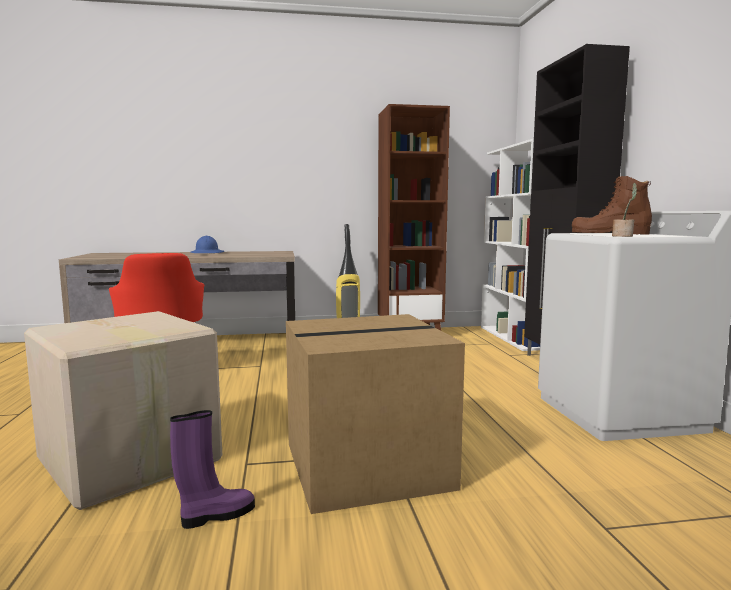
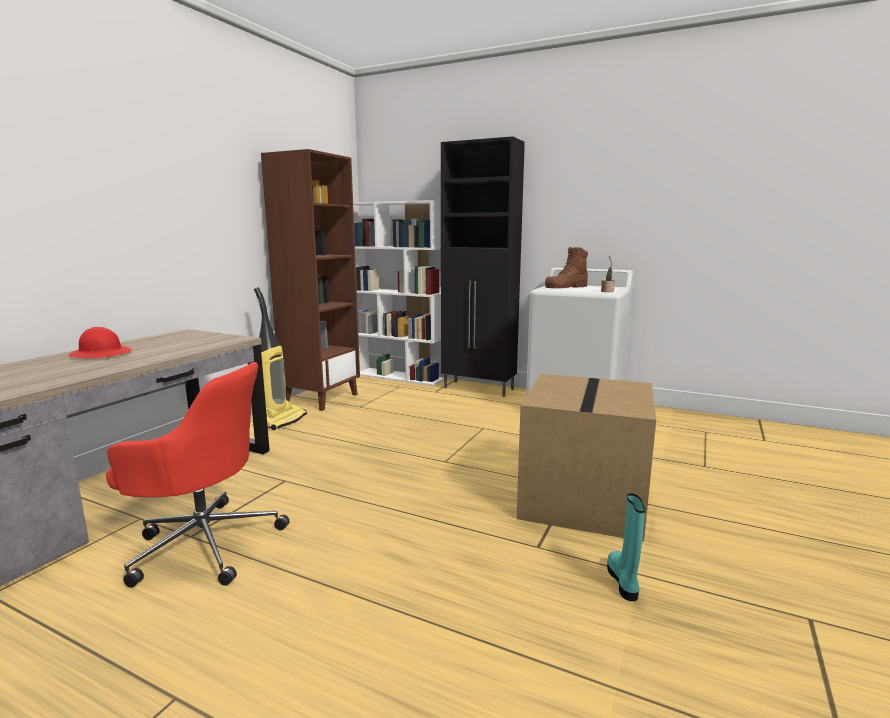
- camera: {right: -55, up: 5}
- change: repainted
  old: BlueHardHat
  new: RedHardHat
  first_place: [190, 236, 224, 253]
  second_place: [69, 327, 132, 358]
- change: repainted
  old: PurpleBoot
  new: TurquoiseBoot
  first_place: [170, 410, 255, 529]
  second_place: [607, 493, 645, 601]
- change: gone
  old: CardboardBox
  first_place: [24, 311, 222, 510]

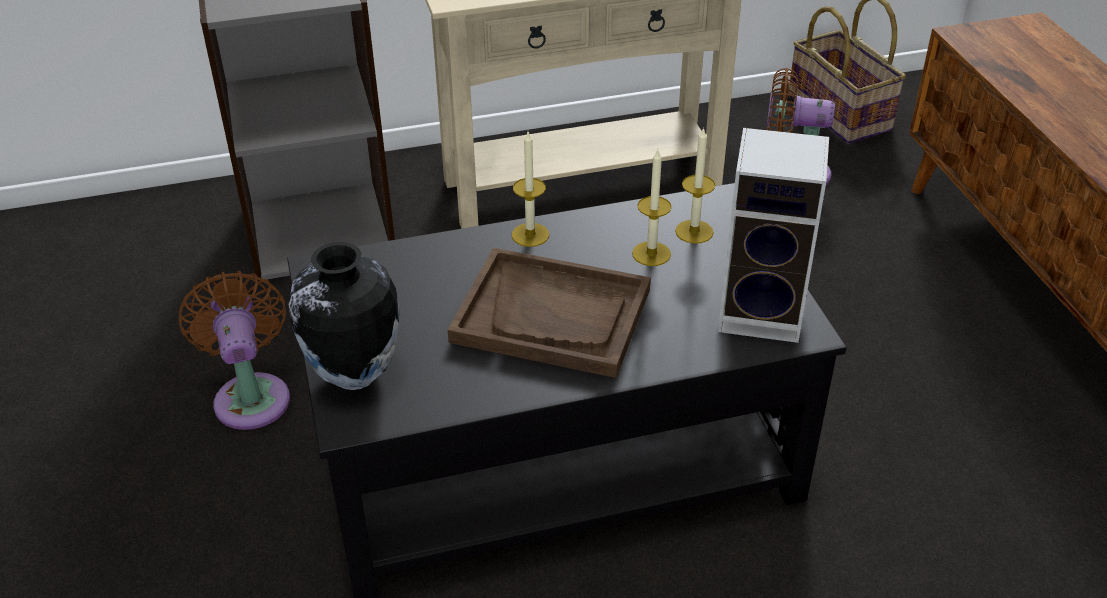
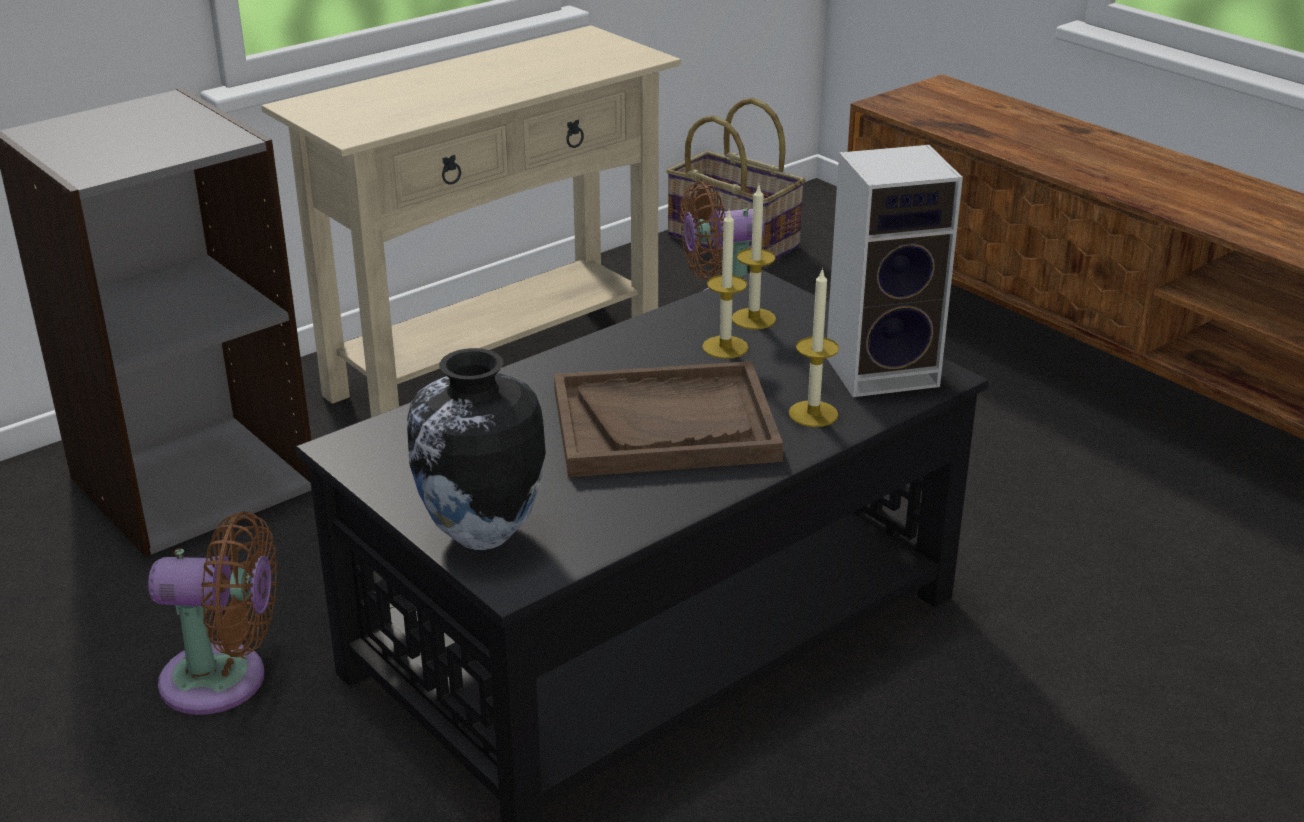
- camera: {right: -25, up: -10}
- change: rotated
  old: BrownFan
  first_place: [179, 271, 290, 430]
  second_place: [148, 512, 277, 715]
  degrees: 135
- change: shifted
  old: Candle
  first_place: [512, 132, 549, 247]
  second_place: [788, 268, 839, 427]

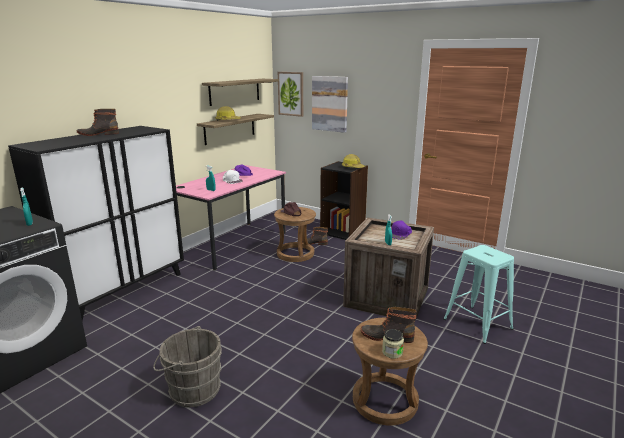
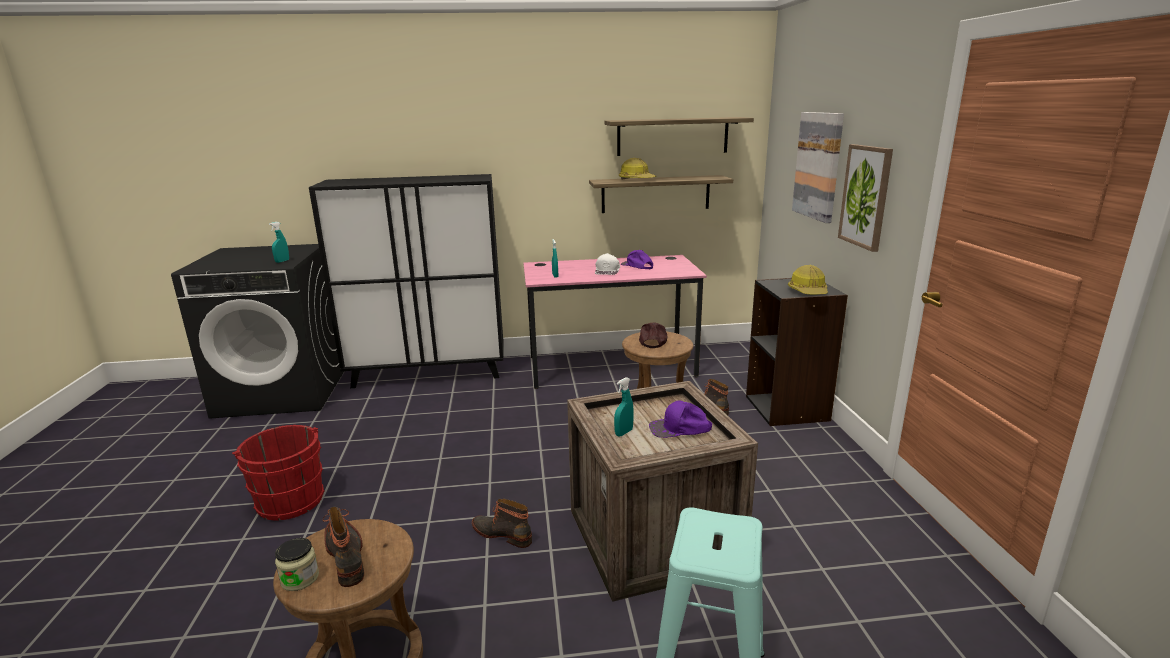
- camera: {right: 50, up: 0}
- change: repainted
  old: GreyBucket
  new: RedBucket
  first_place: [153, 326, 222, 407]
  second_place: [232, 425, 325, 521]
- change: shifted
  old: Boot
  first_place: [76, 109, 119, 136]
  second_place: [472, 498, 532, 548]
- change: shifted
  old: Picture
  first_place: [278, 72, 303, 117]
  second_place: [838, 144, 893, 252]

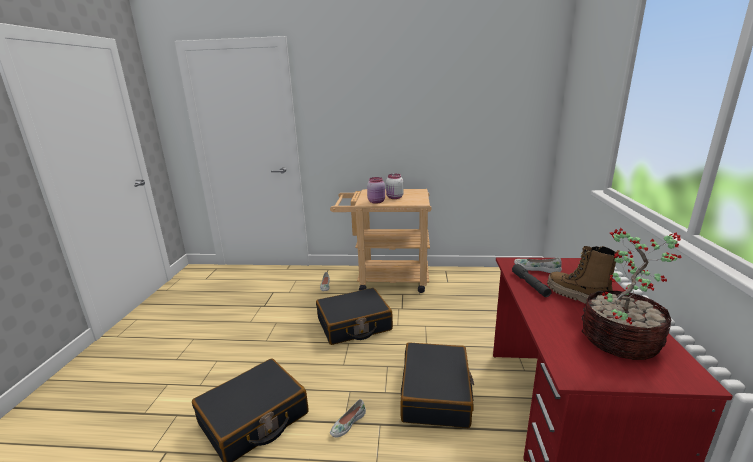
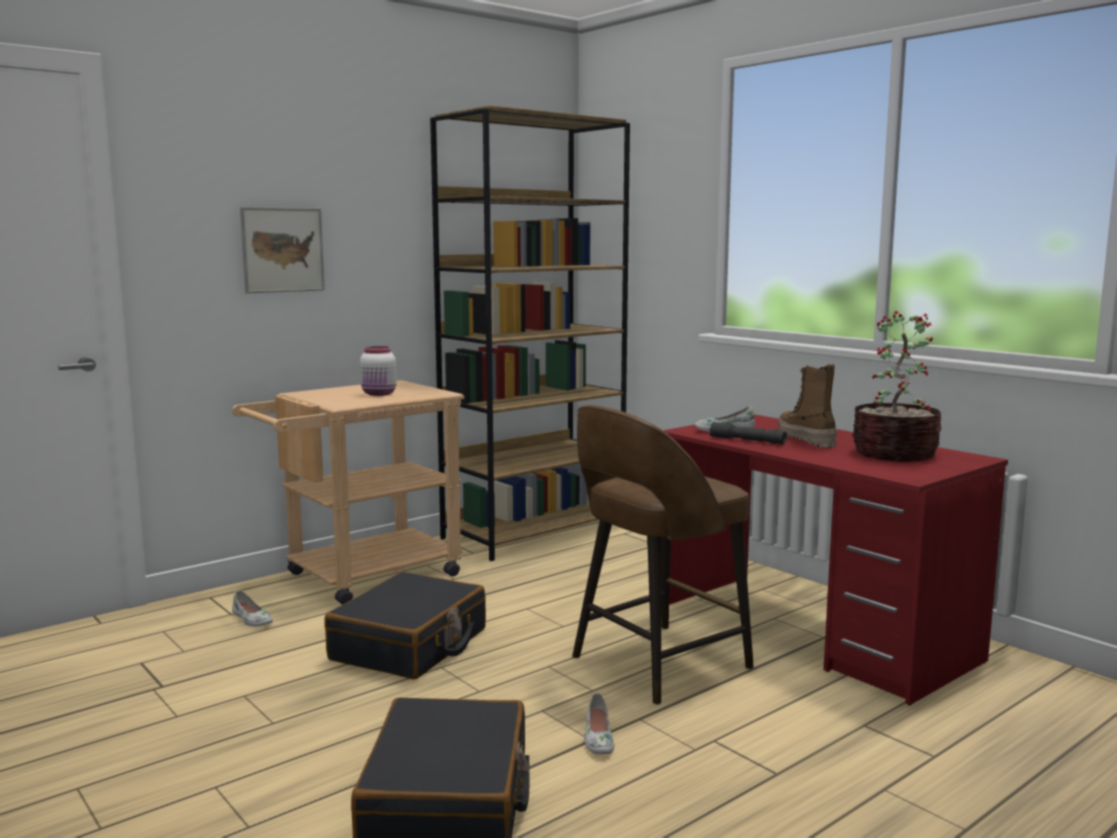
- camera: {right: -45, up: -10}
- change: new
  new: Picture
  second_place: [240, 207, 325, 293]
- change: new
  new: BrownBookcase
  second_place: [430, 105, 630, 561]
- change: swapped
  old: BlackSuitcase
  new: BrownStool
  first_place: [400, 342, 474, 428]
  second_place: [572, 405, 754, 705]
- change: rotated
  old: Boot
  first_place: [547, 246, 620, 304]
  second_place: [778, 364, 837, 448]
  degrees: 60
- change: gone
  old: PinkJar
  first_place: [367, 177, 385, 204]

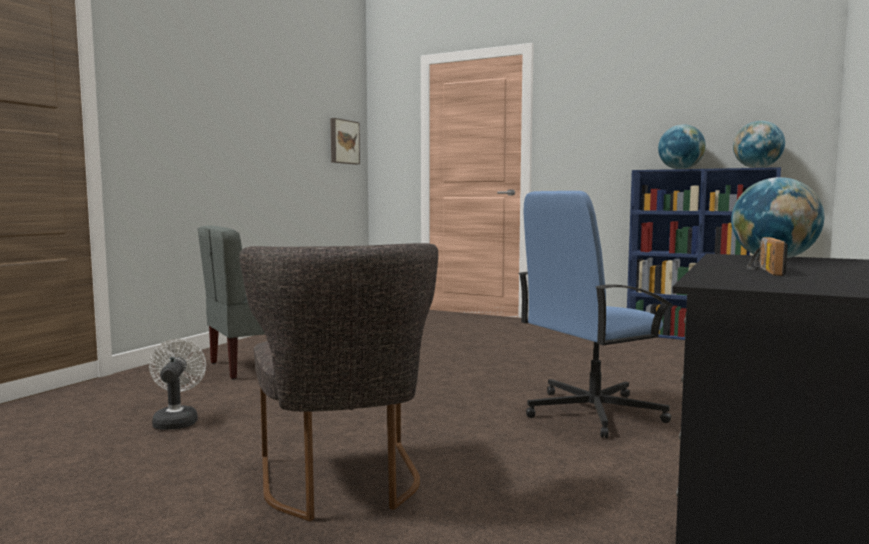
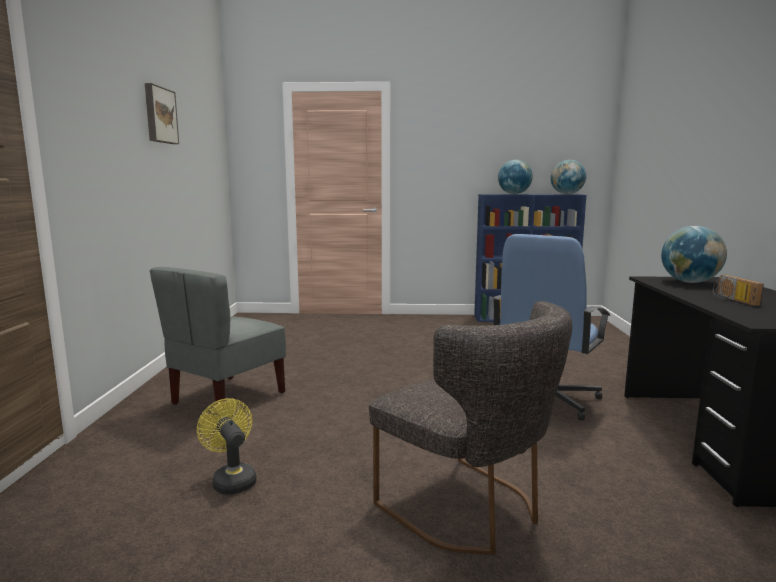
- camera: {right: -25, up: 5}
- change: shifted
  old: Picture
  first_place: [330, 118, 360, 164]
  second_place: [145, 83, 179, 144]
- change: repainted
  old: WhiteFan
  new: YellowFan
  first_place: [149, 339, 206, 430]
  second_place: [197, 398, 257, 494]

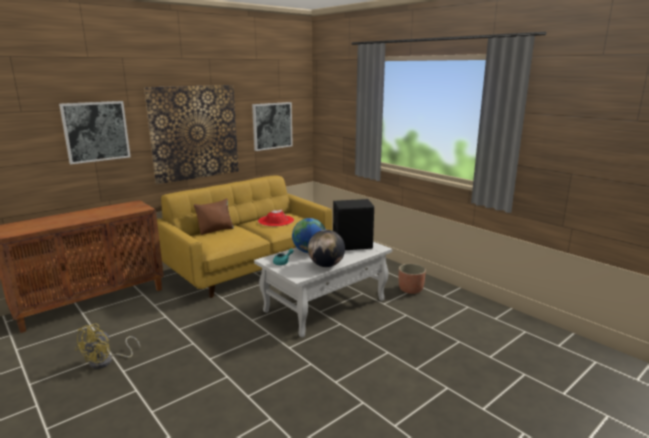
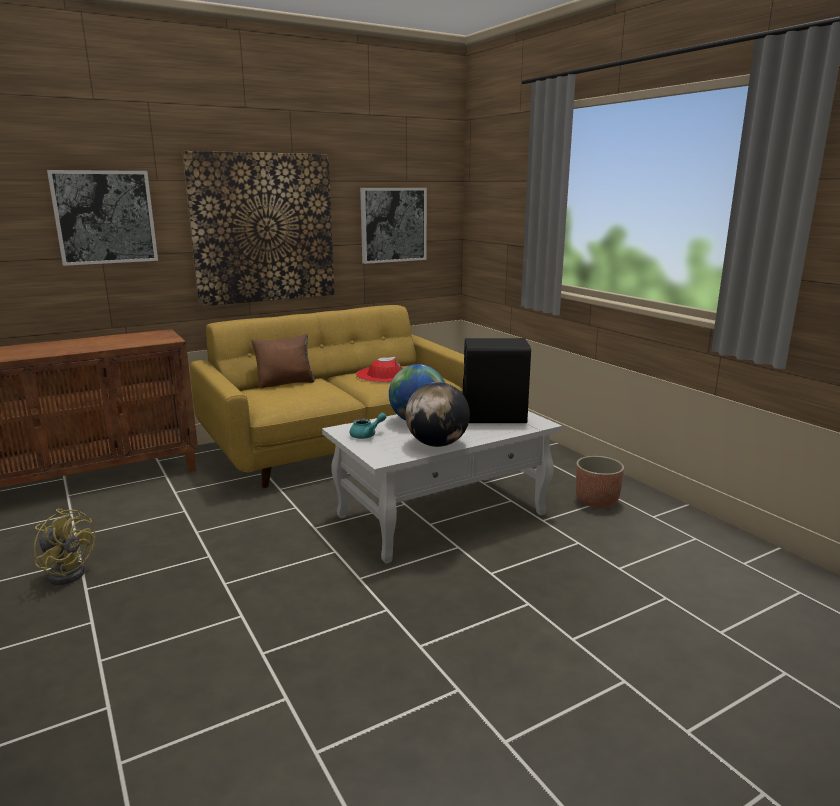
- camera: {right: 10, up: 0}
- change: rotated
  old: YellowFan
  first_place: [75, 323, 140, 369]
  second_place: [34, 509, 95, 585]
  degrees: -90

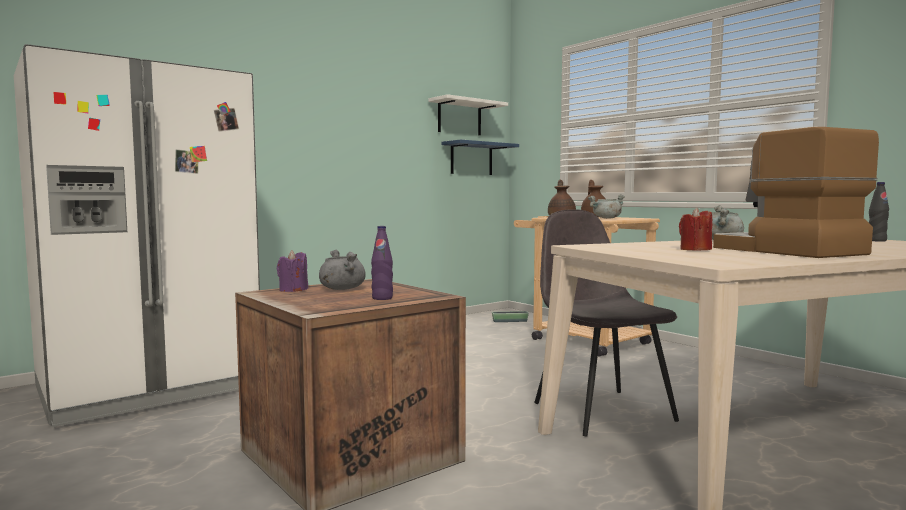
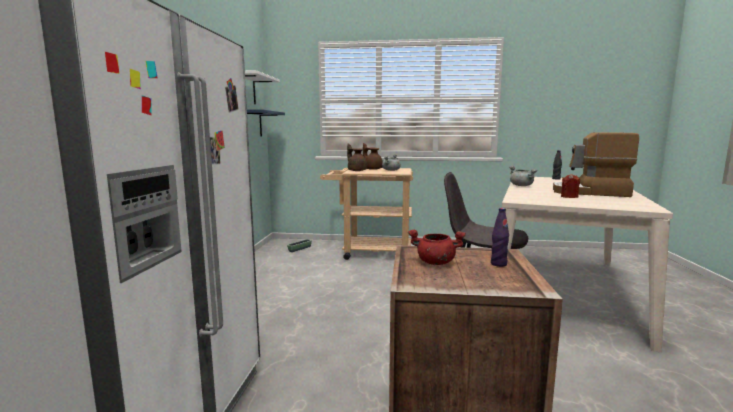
- camera: {right: -45, up: 5}
- change: repainted
  old: GreyCookingPot
  new: RedCookingPot
  first_place: [319, 250, 366, 290]
  second_place: [408, 229, 465, 265]
- change: gone
  old: PurpleCandle
  first_place: [277, 250, 308, 292]

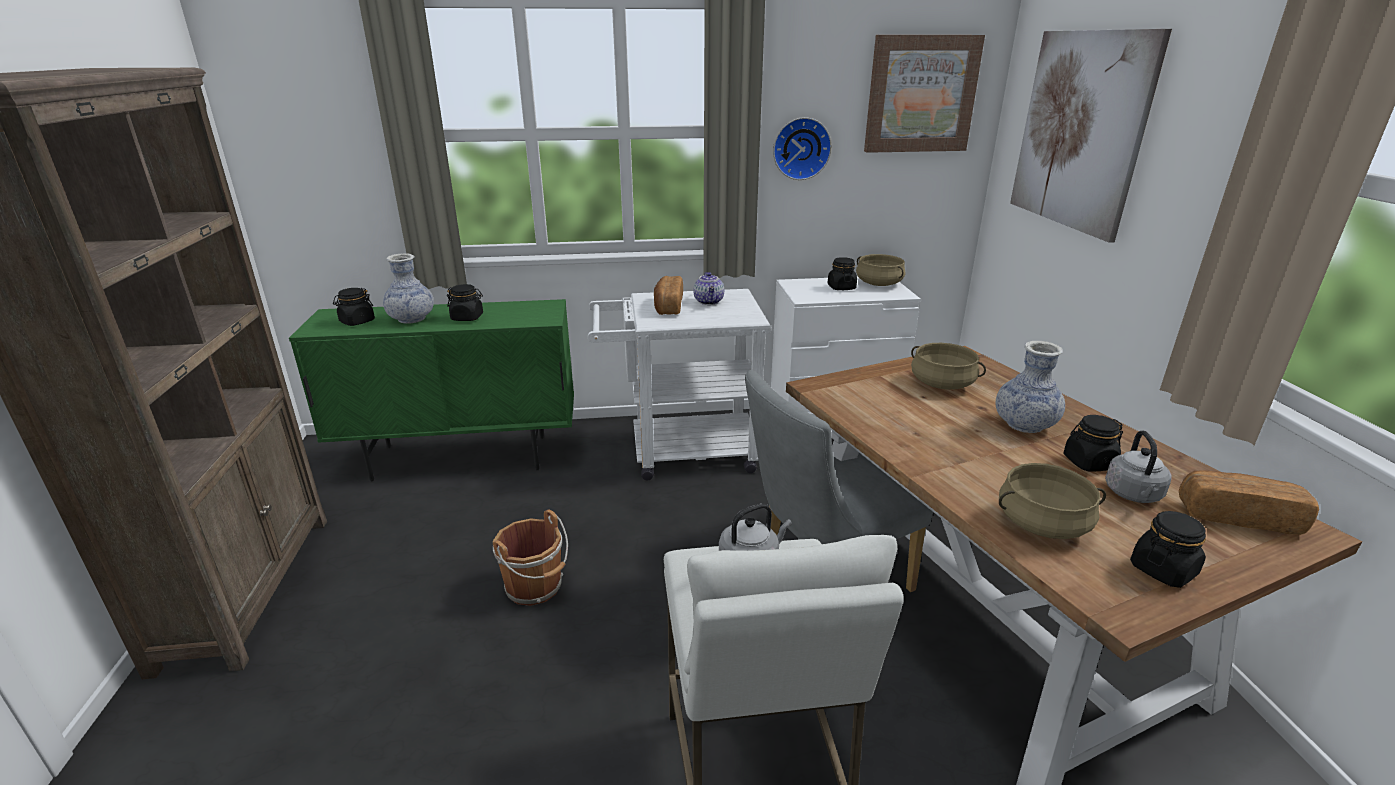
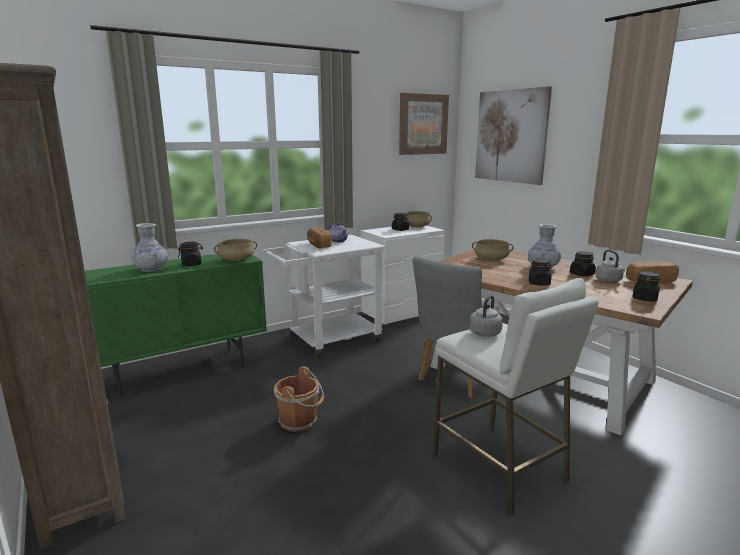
- camera: {right: -25, up: -10}
- change: shifted
  old: BeigeCookingPot
  first_place: [999, 463, 1106, 539]
  second_place: [214, 239, 257, 261]
- change: shifted
  old: BlackJar
  first_place: [333, 288, 375, 326]
  second_place: [529, 259, 552, 286]
- change: gone
  old: WallClock
  first_place: [773, 117, 832, 180]

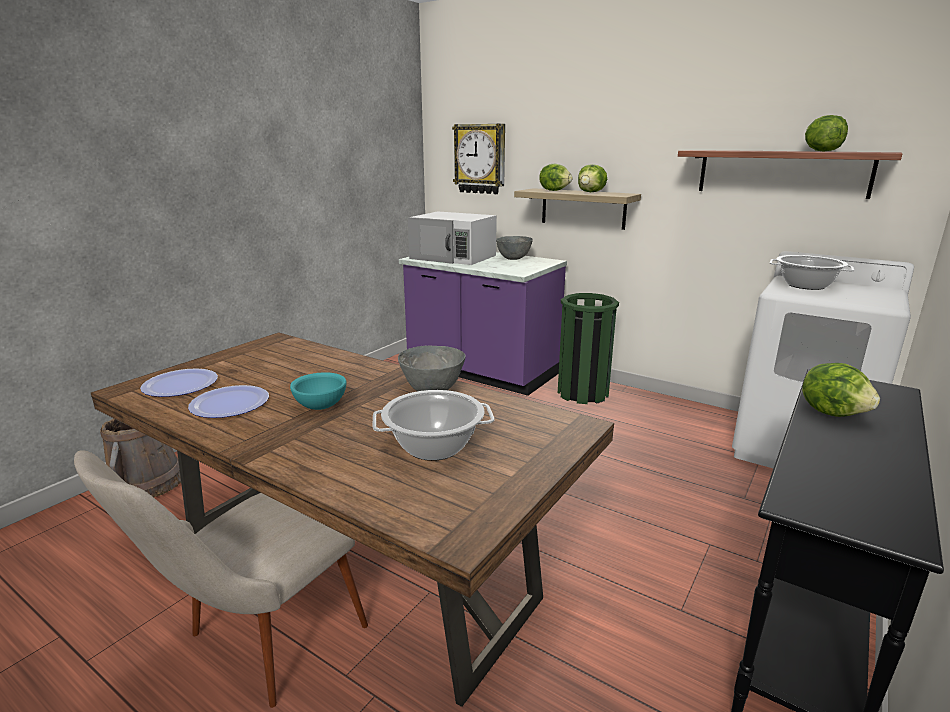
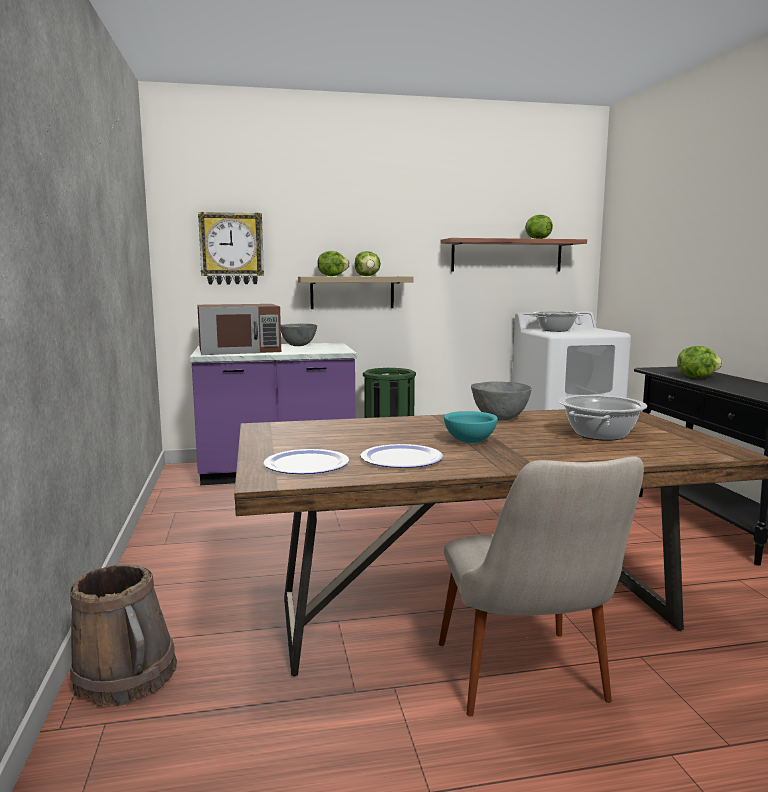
- camera: {right: -45, up: -10}
- change: repainted
  old: WhiteMicrowave
  new: BrownMicrowave
  first_place: [408, 211, 497, 265]
  second_place: [197, 304, 281, 355]

